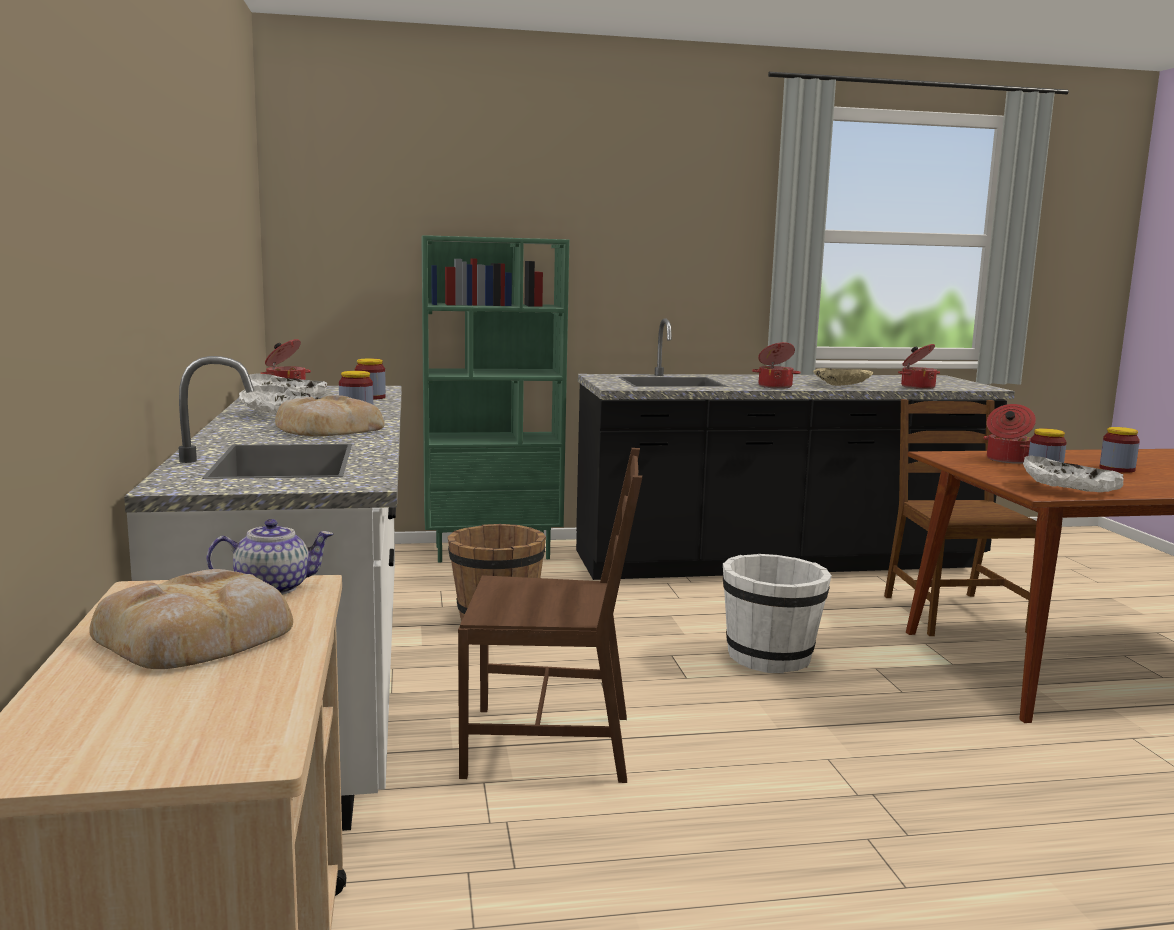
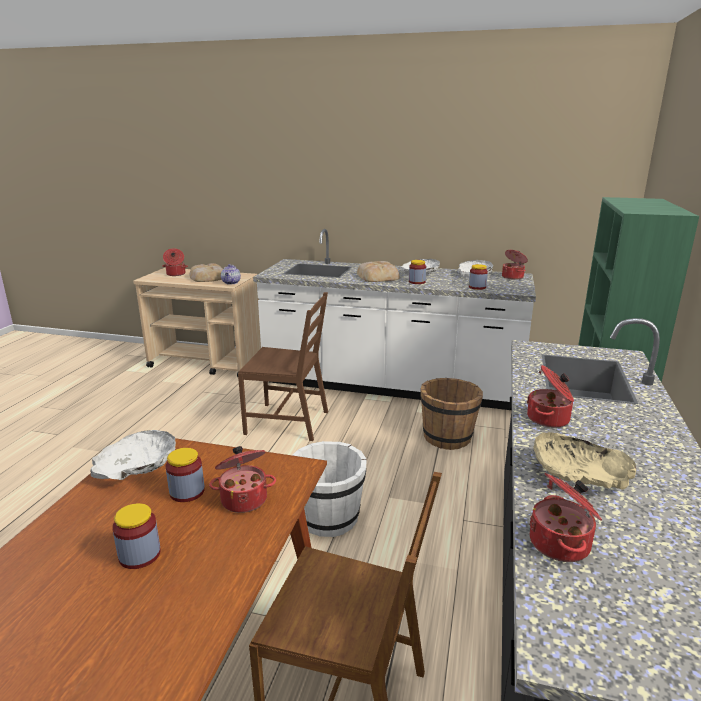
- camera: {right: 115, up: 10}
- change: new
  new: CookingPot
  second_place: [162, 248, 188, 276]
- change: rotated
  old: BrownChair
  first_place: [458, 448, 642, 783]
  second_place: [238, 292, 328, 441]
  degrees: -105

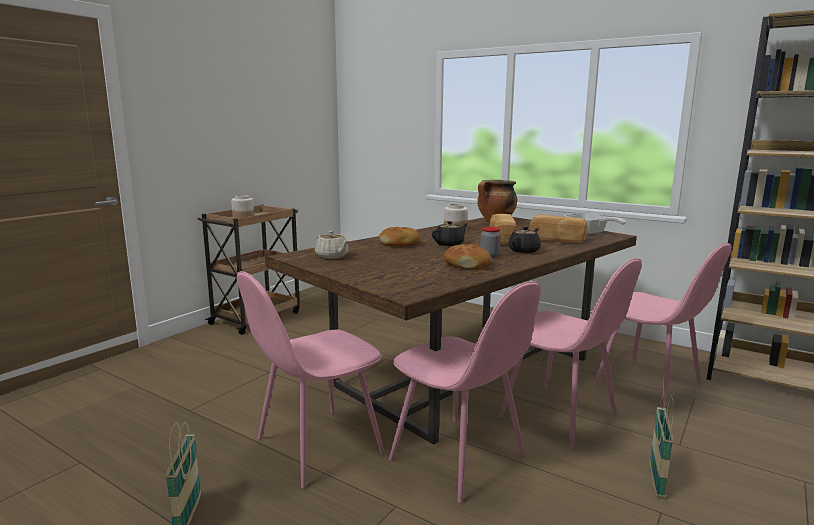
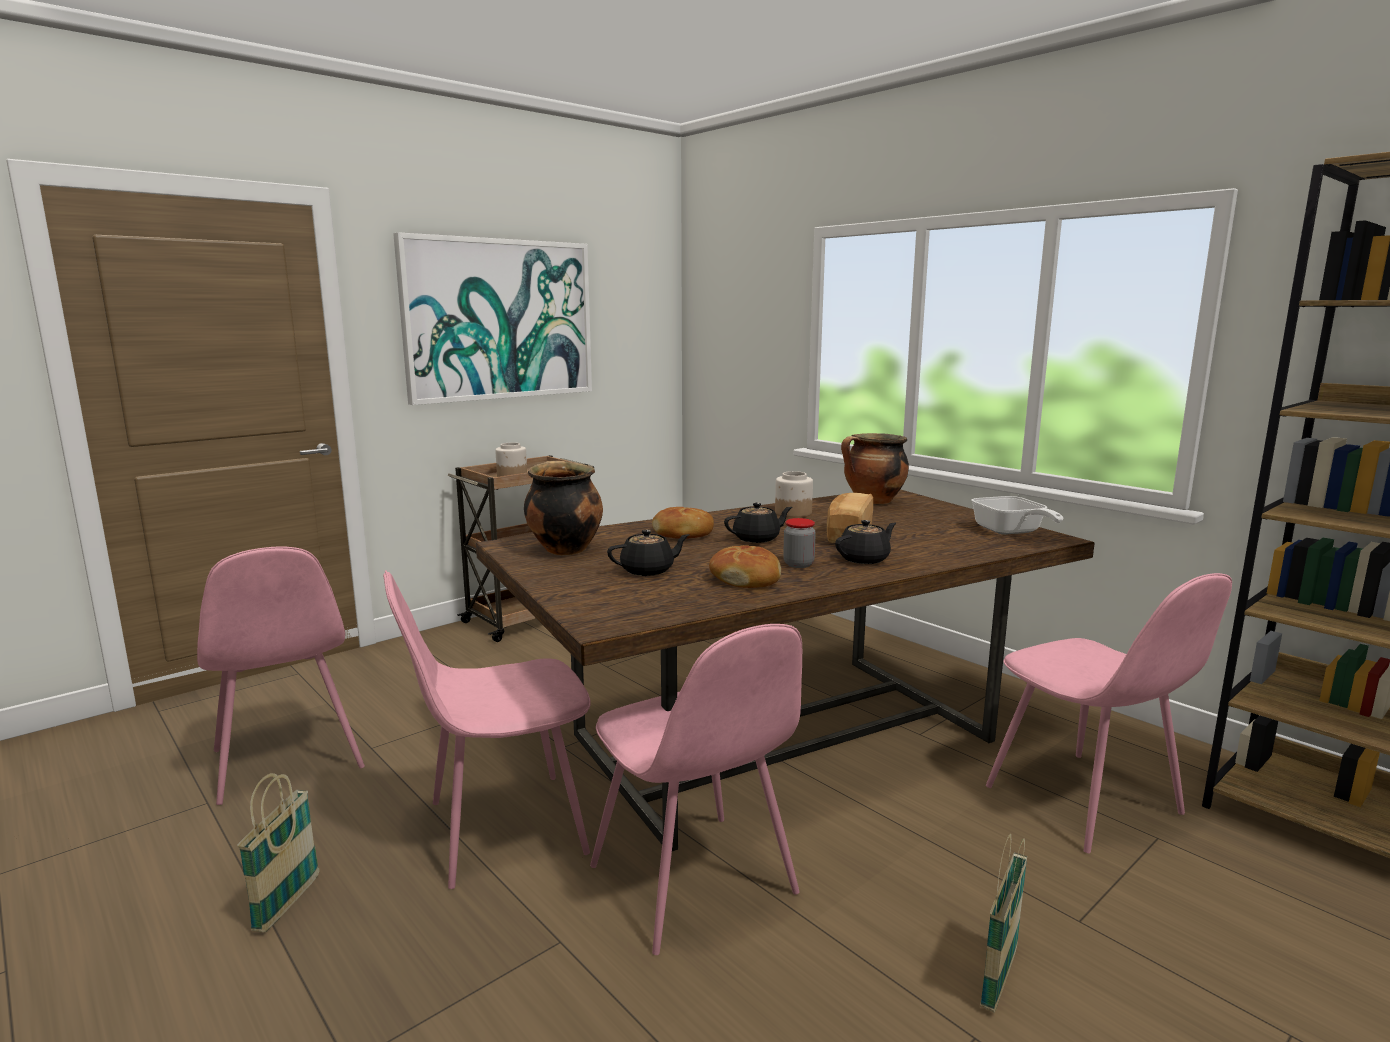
- camera: {right: 15, up: 0}
- change: shifted
  old: PinkChair
  first_place: [499, 258, 642, 449]
  second_place: [197, 546, 365, 805]
- change: new
  new: Picture
  second_place: [393, 232, 592, 405]
- change: swapped
  old: BeigeTeapot
  new: CookingPot
  first_place: [315, 231, 349, 259]
  second_place: [524, 460, 603, 555]
- change: new
  new: BlackTeapot
  second_place: [607, 530, 690, 576]
- change: gone
  old: Bread
  first_place: [529, 215, 587, 243]

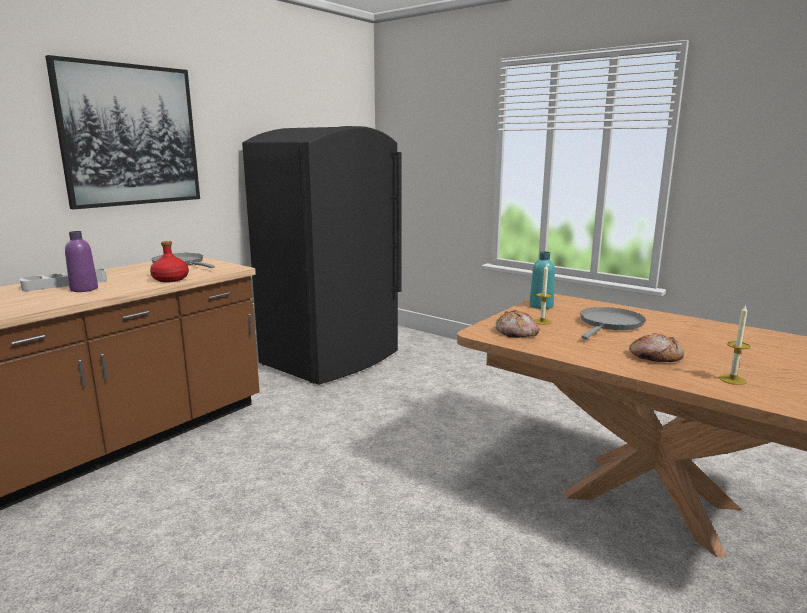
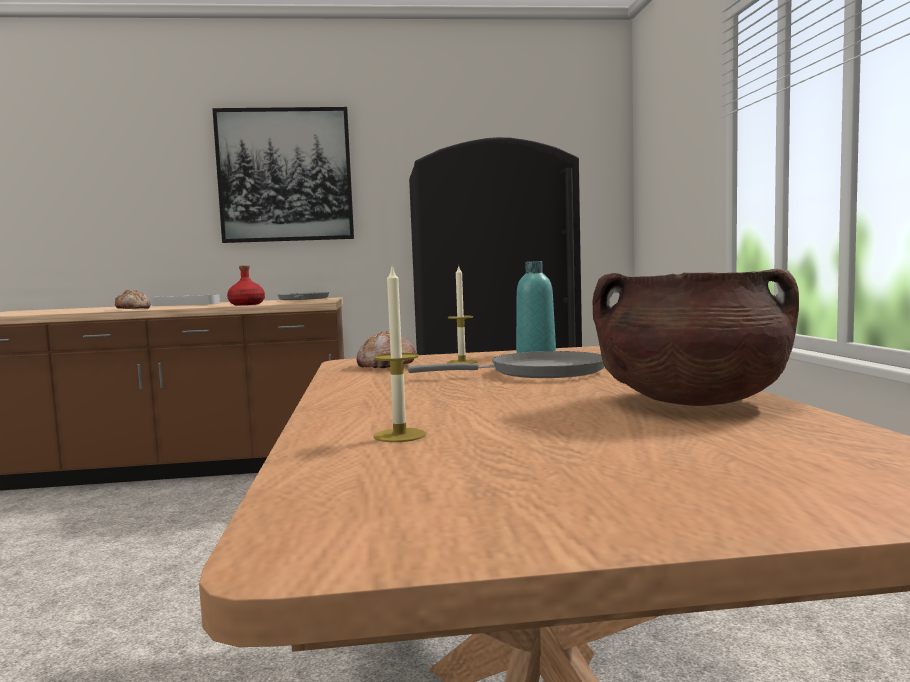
- camera: {right: 45, up: -10}
- change: shifted
  old: Bread
  first_place: [629, 333, 684, 362]
  second_place: [115, 290, 151, 309]
- change: new
  new: BrownCookingPot
  second_place: [593, 268, 799, 406]
- change: gone
  old: PurpleBottle
  first_place: [65, 231, 98, 292]

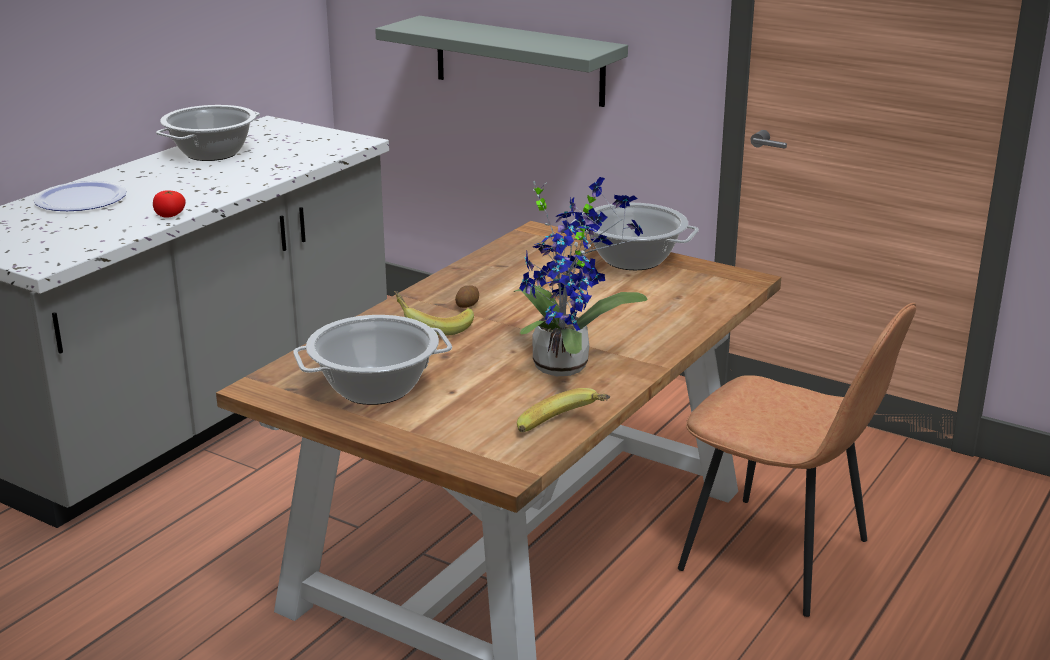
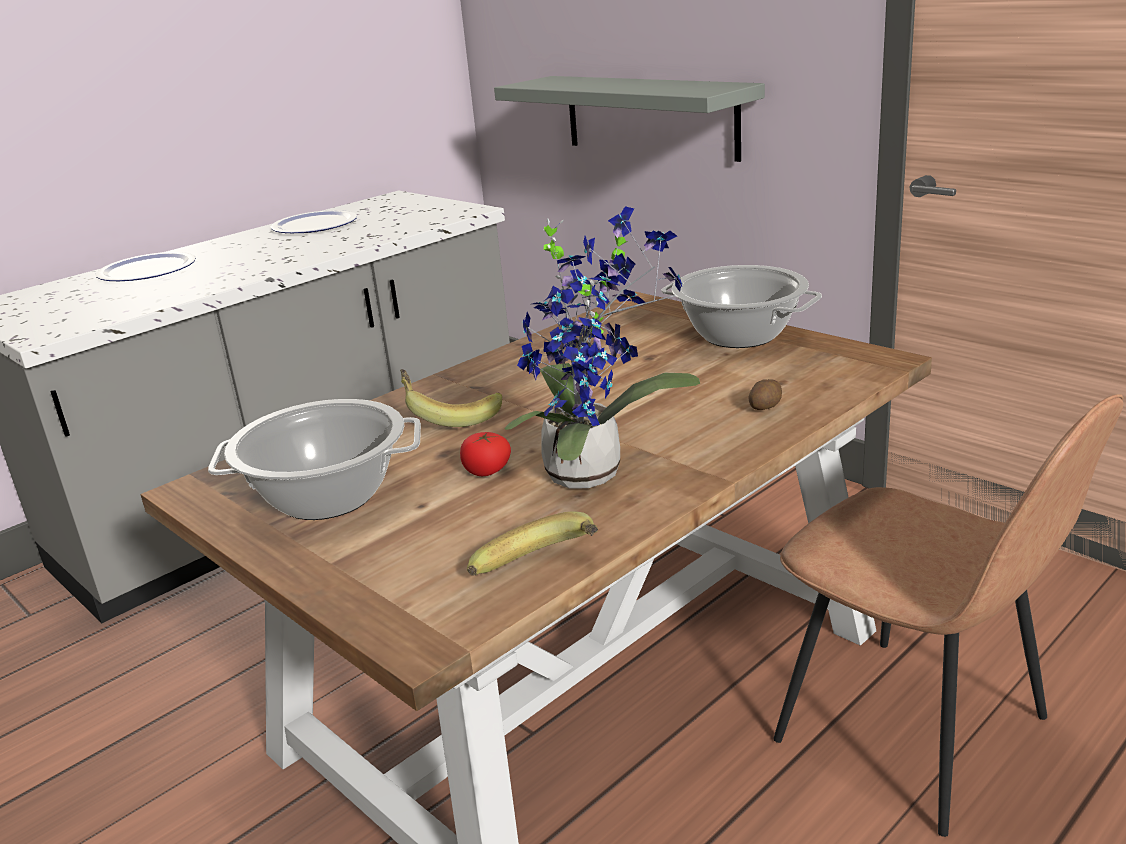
- camera: {right: 15, up: 0}
- change: swapped
  old: CookingPot
  new: Plate
  first_place: [156, 105, 260, 161]
  second_place: [271, 210, 357, 233]
- change: shifted
  old: Tomato
  first_place: [153, 190, 186, 218]
  second_place: [460, 432, 511, 476]
- change: shifted
  old: Potato
  first_place: [455, 285, 479, 308]
  second_place: [749, 379, 782, 410]

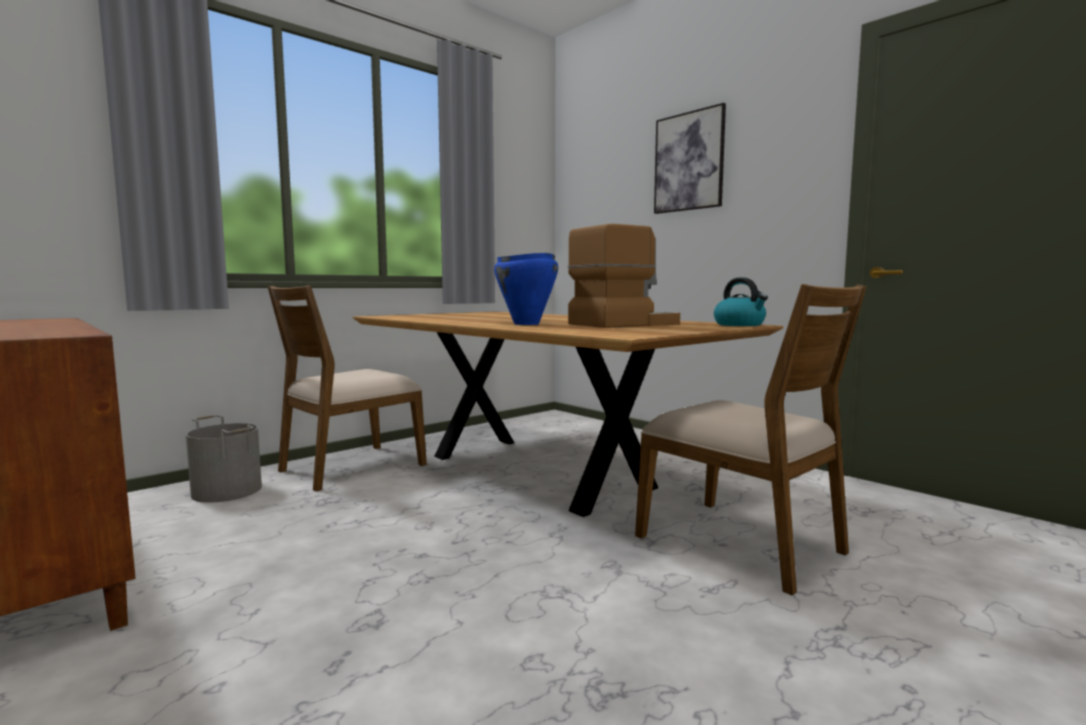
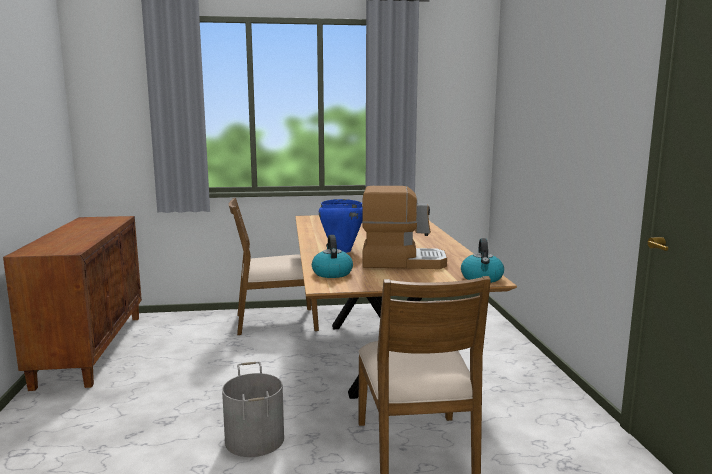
- camera: {right: 35, up: 5}
- change: shifted
  old: GreyBucket
  first_place: [186, 415, 262, 503]
  second_place: [222, 362, 284, 457]
- change: new
  new: Kettle
  second_place: [312, 235, 353, 278]
- change: gone
  old: Picture
  first_place: [654, 103, 726, 214]

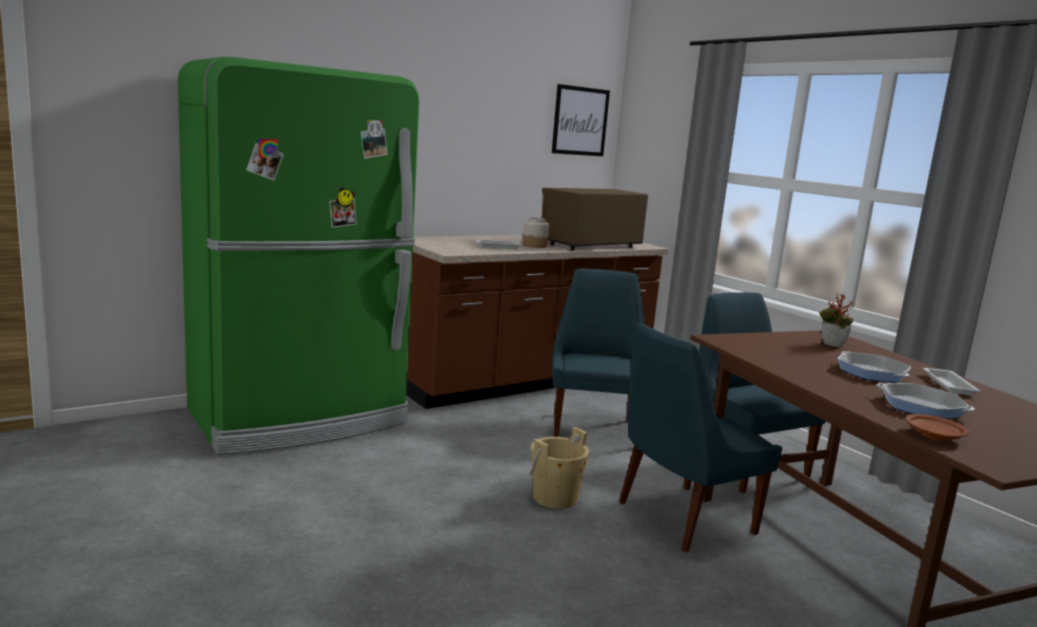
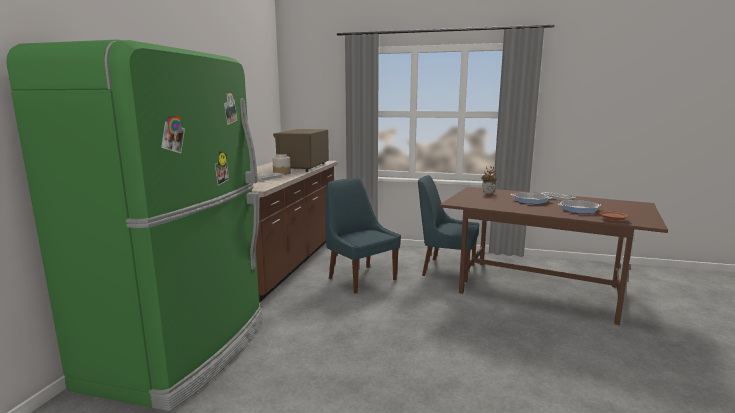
- camera: {right: -40, up: 0}
- change: gone
  old: BeigeBucket
  first_place: [529, 427, 589, 509]
- change: gone
  old: Picture
  first_place: [552, 84, 610, 156]
- change: gone
  old: BlueChair
  first_place: [619, 322, 782, 553]

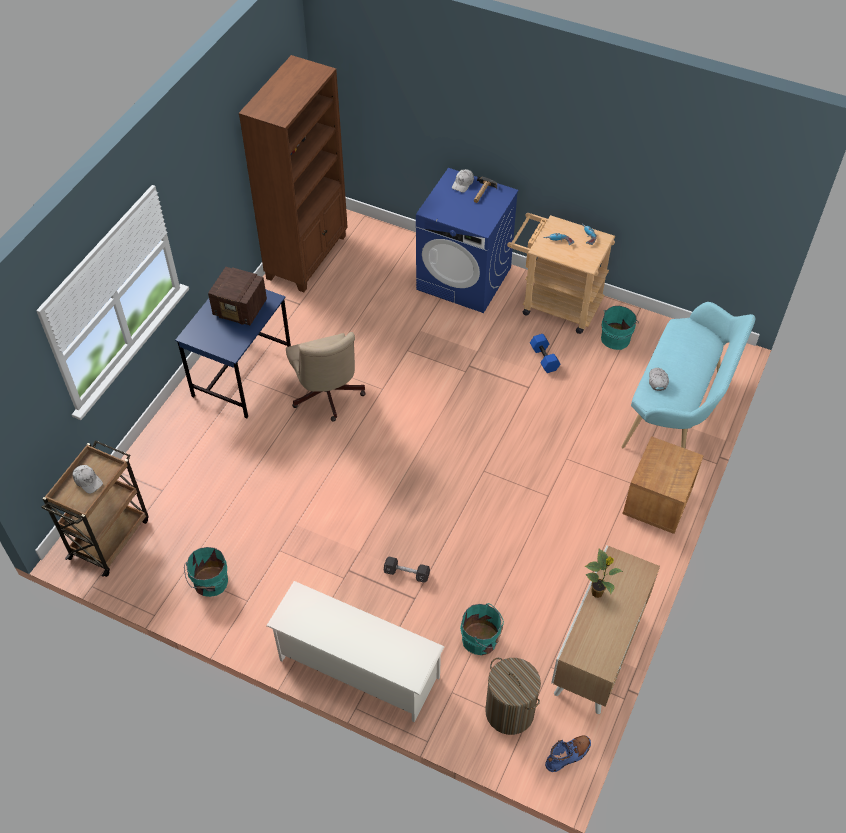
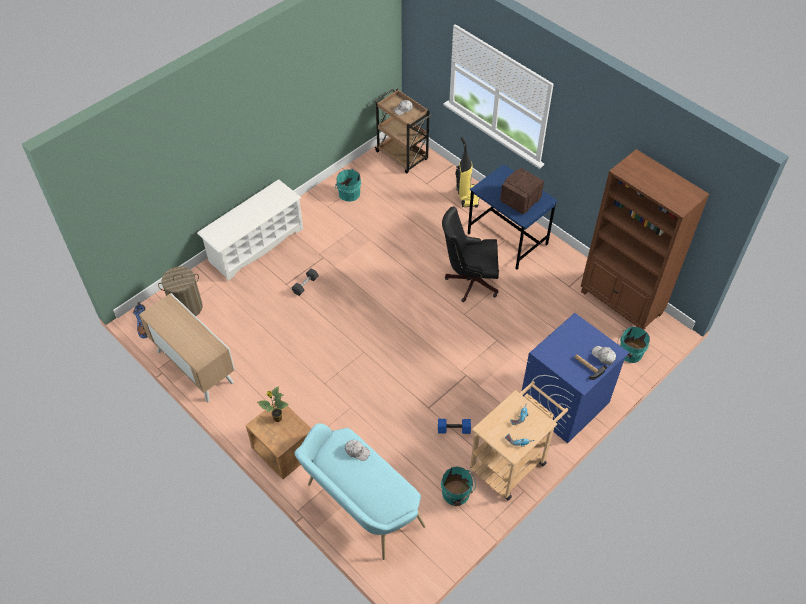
- camera: {right: 110, up: 0}
- change: shifted
  old: PottedPlant
  first_place: [585, 549, 623, 598]
  second_place: [257, 386, 289, 422]
- change: repainted
  old: BeigeOfficeChair
  new: BlackOfficeChair
  first_place: [286, 332, 365, 422]
  second_place: [442, 207, 499, 302]
- change: new
  new: VacuumCleaner
  second_place: [455, 137, 479, 207]
- change: shifted
  old: TurquoiseBucket
  first_place: [460, 603, 504, 655]
  second_place: [618, 326, 650, 363]

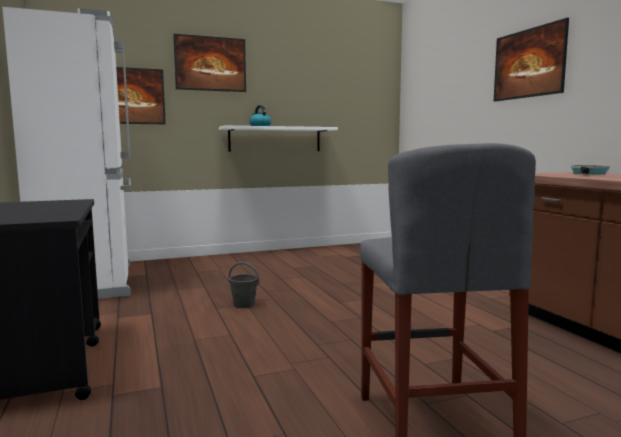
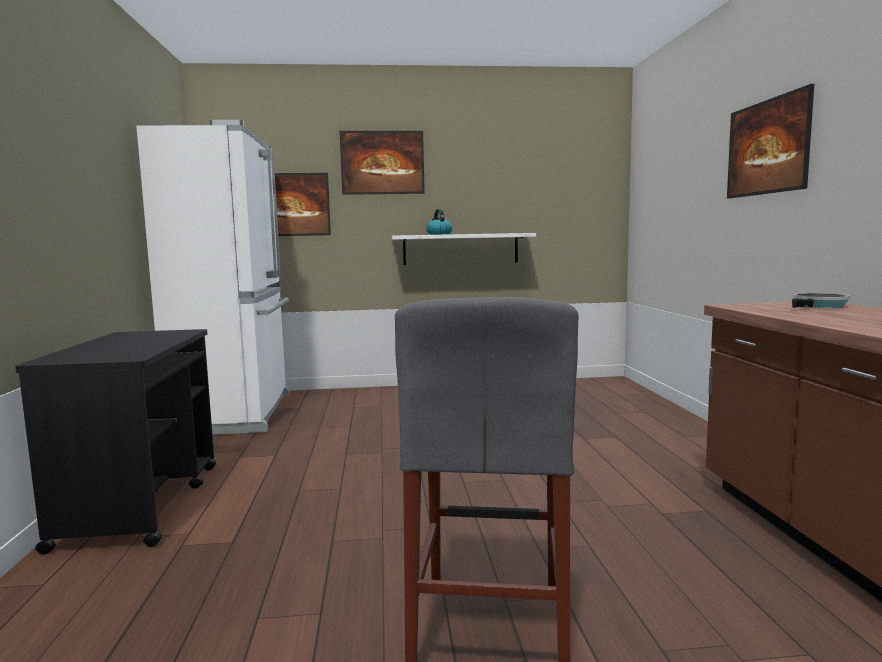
- camera: {right: 15, up: 0}
- change: gone
  old: GreyBucket
  first_place: [228, 262, 259, 308]

